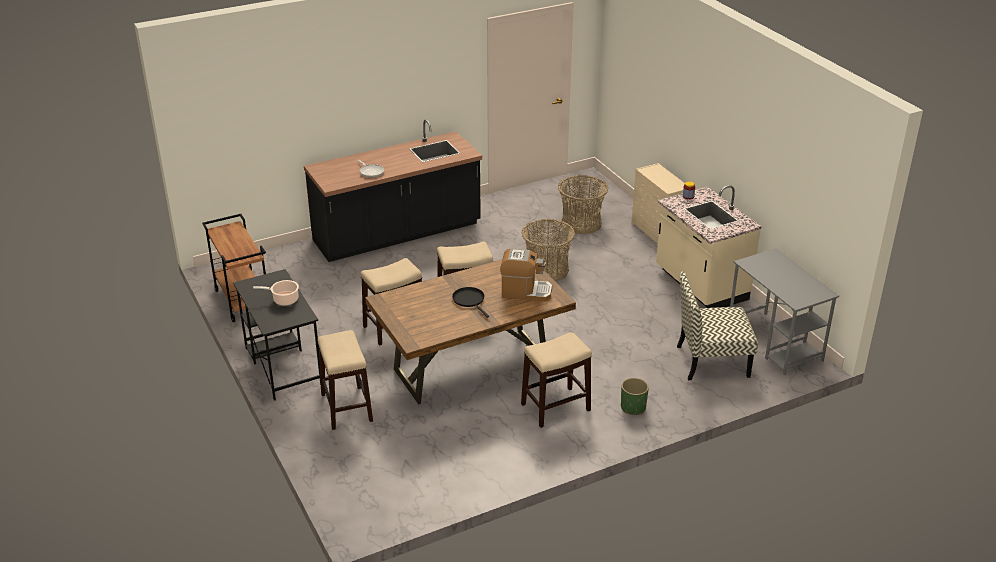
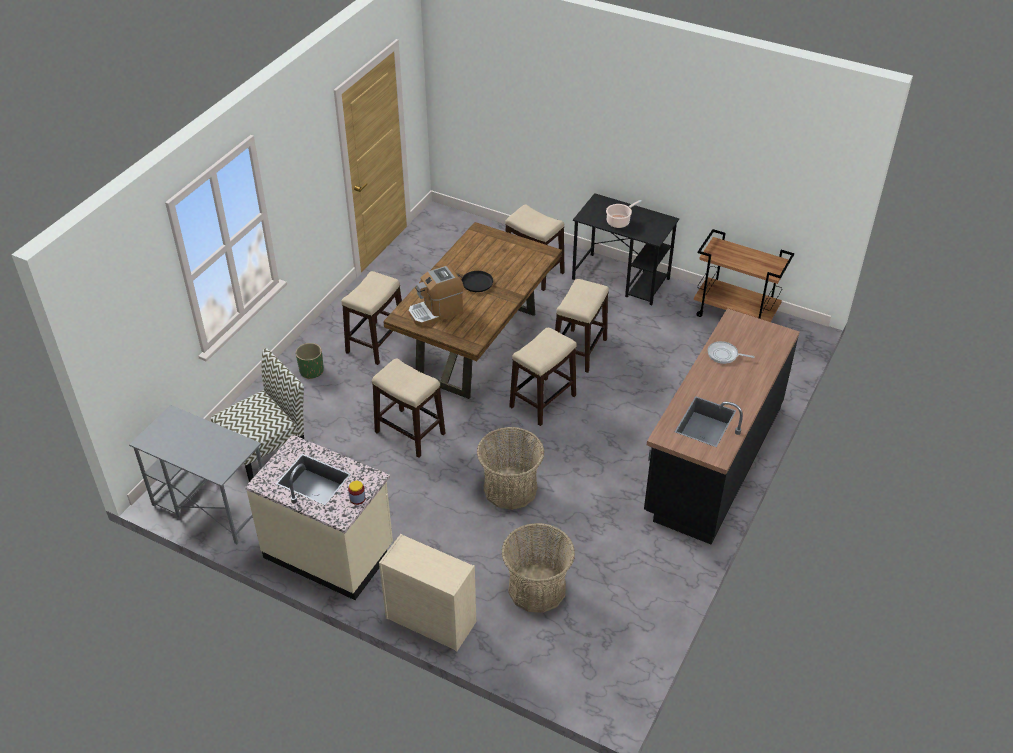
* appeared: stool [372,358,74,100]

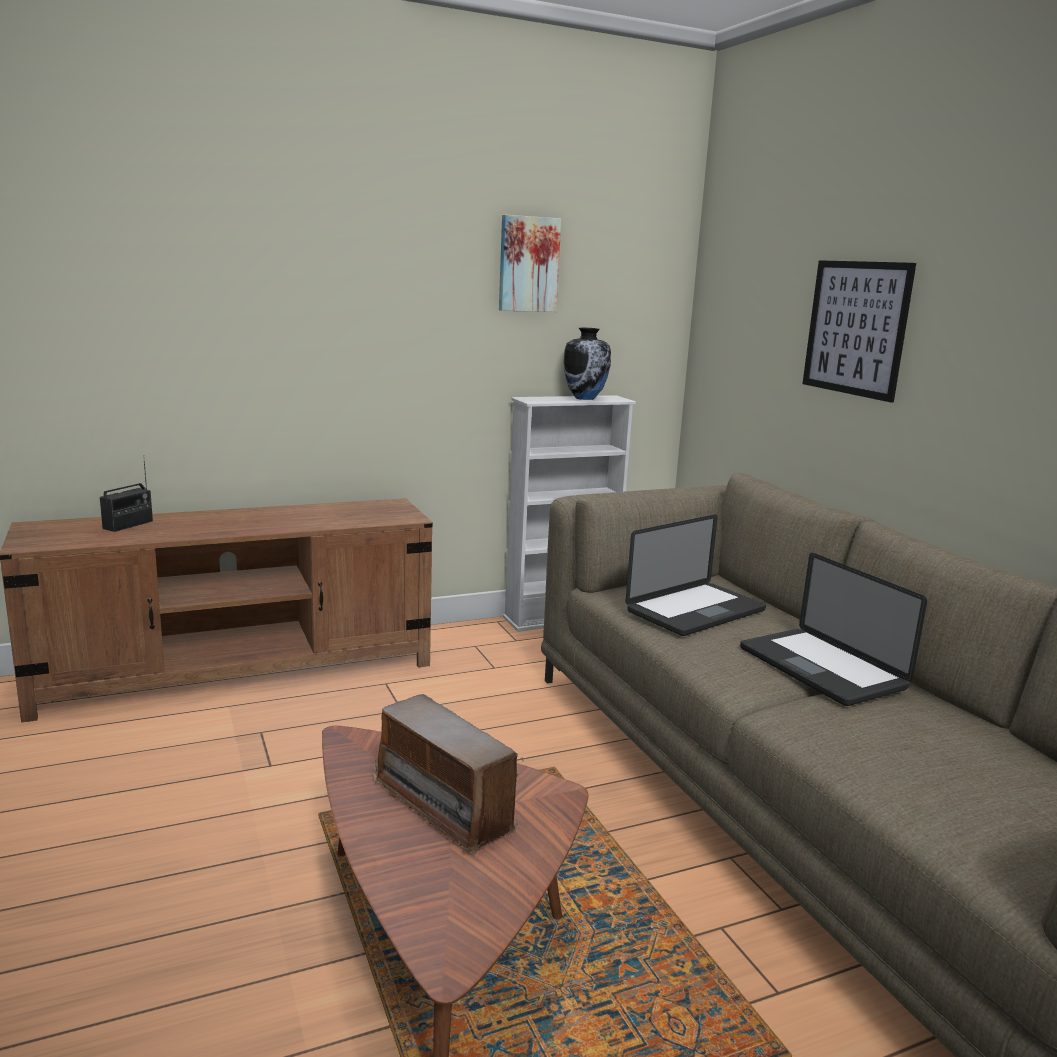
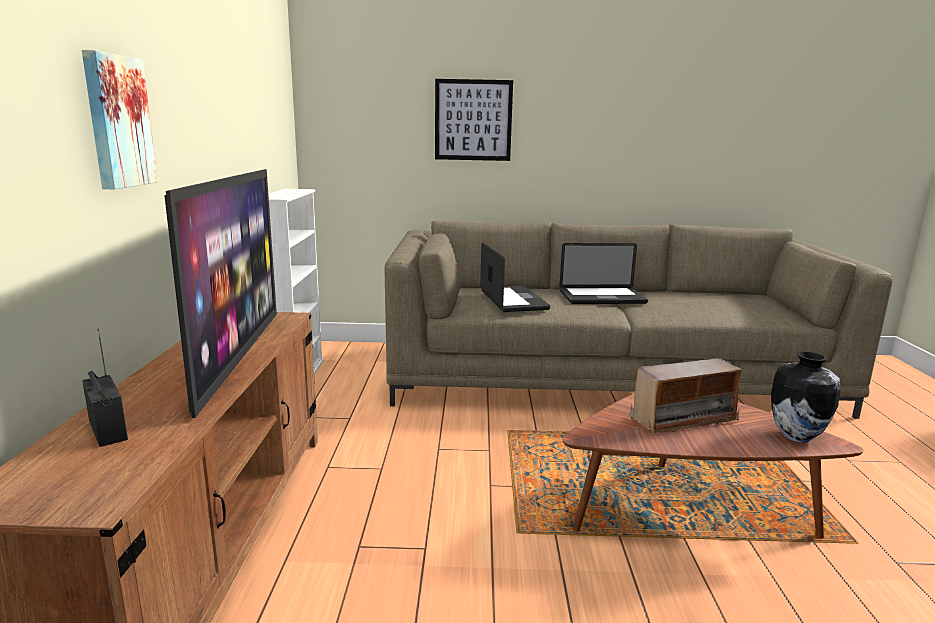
* relocated: picture [499,215,62,97] to [82,50,76,139]
* appeared: television [164,169,113,249]
* relocated: vase [564,328,47,72] to [771,351,70,92]

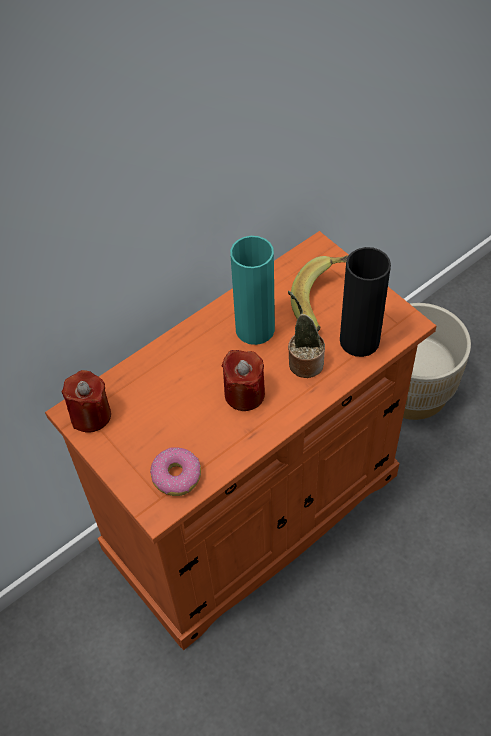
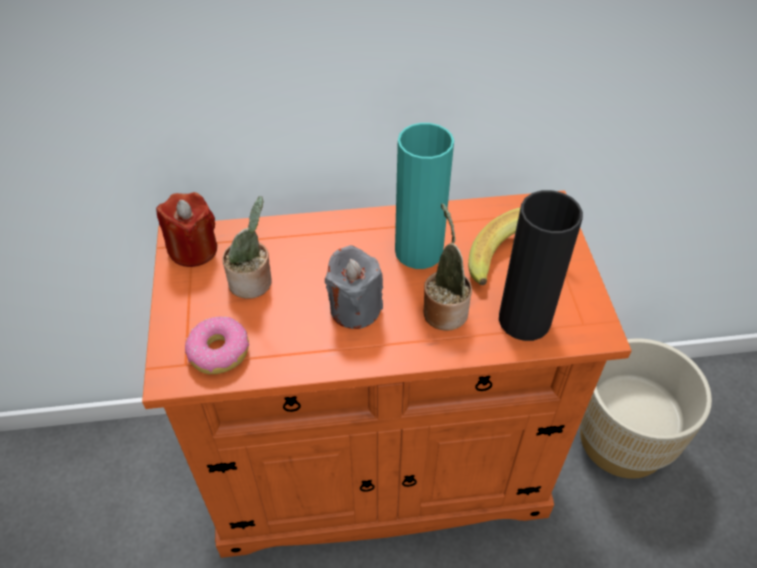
* appeared: potted plant [222,196,50,103]
* colour: red candle [222,350,43,61] to grey candle [325,245,58,84]

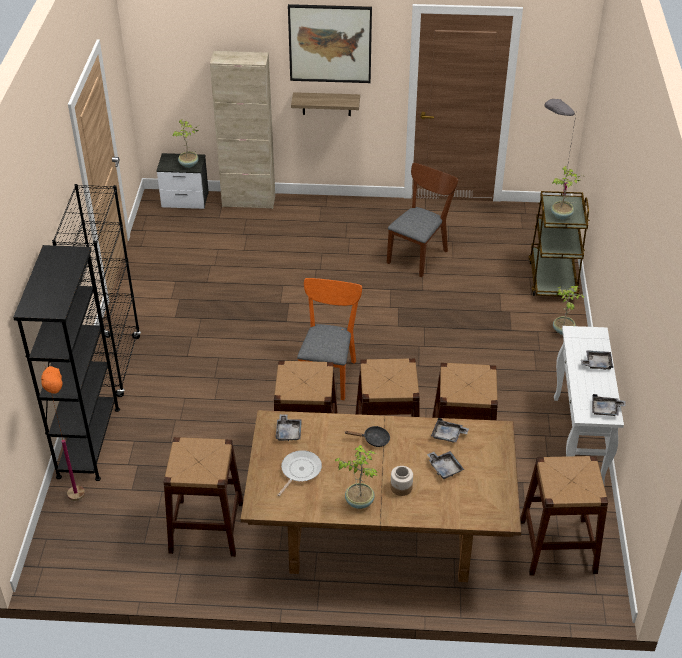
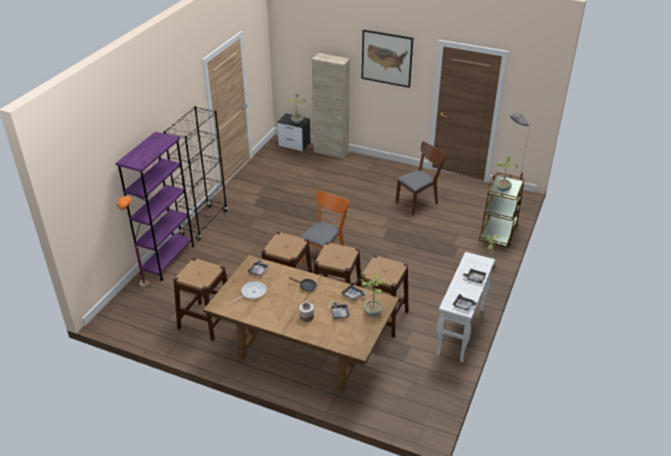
* colour: black bookcase [13,245,107,236] to purple bookcase [116,132,79,149]
* relocated: potted plant [335,445,43,64] to [360,274,26,42]
* missing: shelf [291,92,69,24]
* missing: brown stool [520,456,88,120]

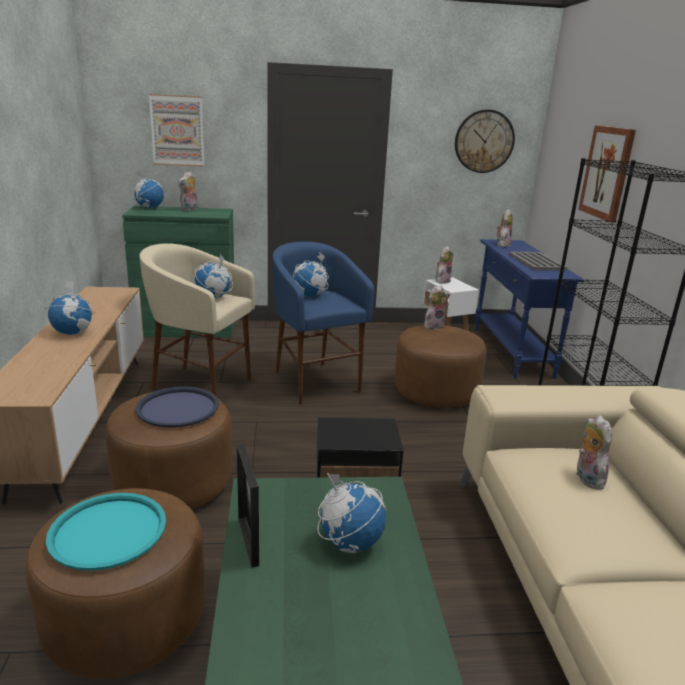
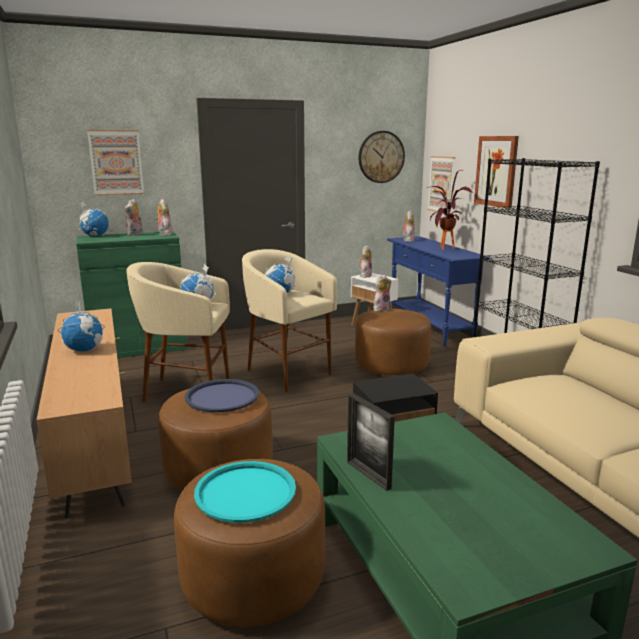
* relocated: plush toy [577,416,35,74] to [155,199,17,37]
* colour: blue stool [273,242,101,163] to beige stool [242,249,95,143]
* exchanged: grey tray [509,252,59,19] to potted plant [426,170,47,80]
* appeared: picture [427,156,28,58]
* missing: globe [317,473,69,80]

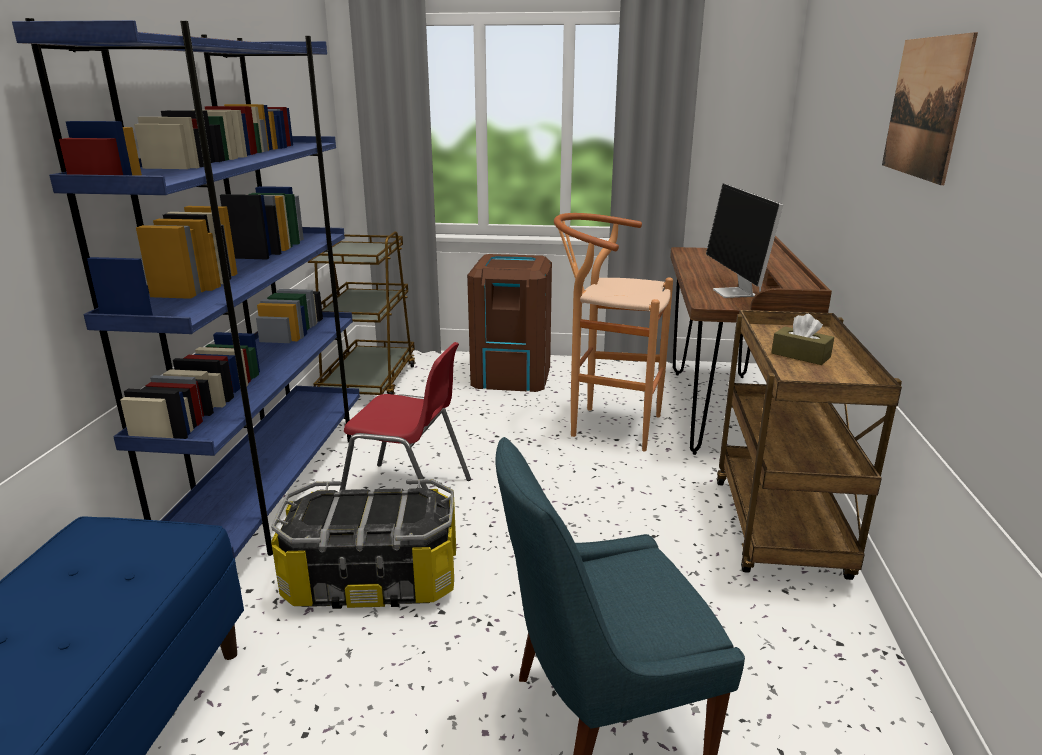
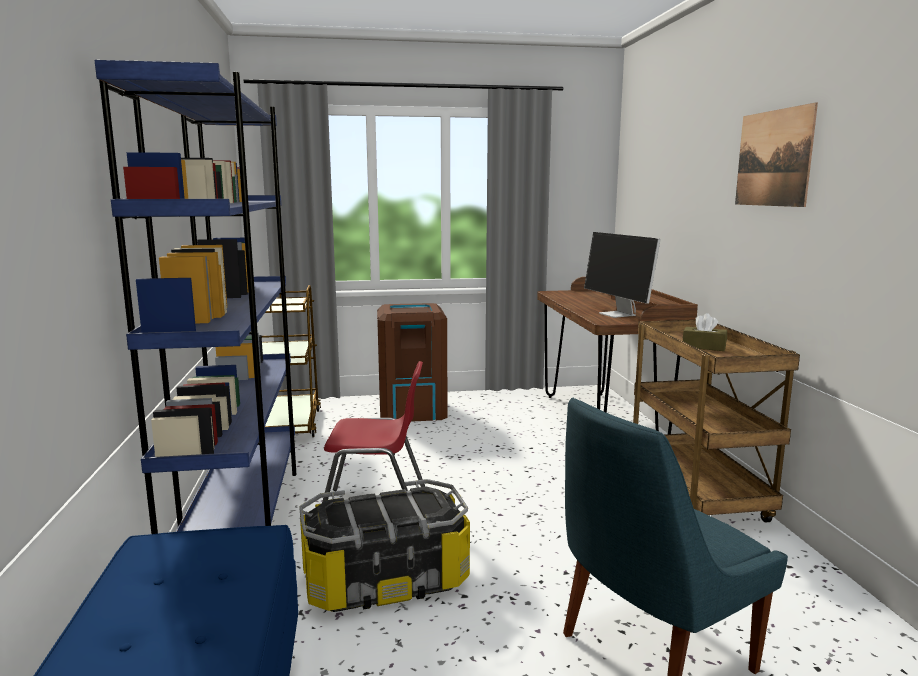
* missing: brown stool [554,213,119,238]

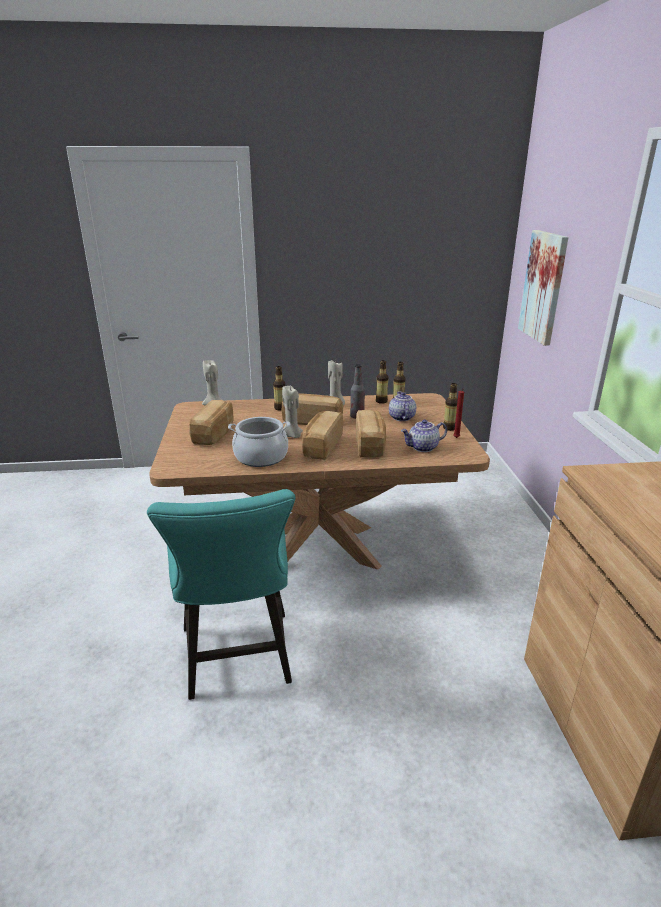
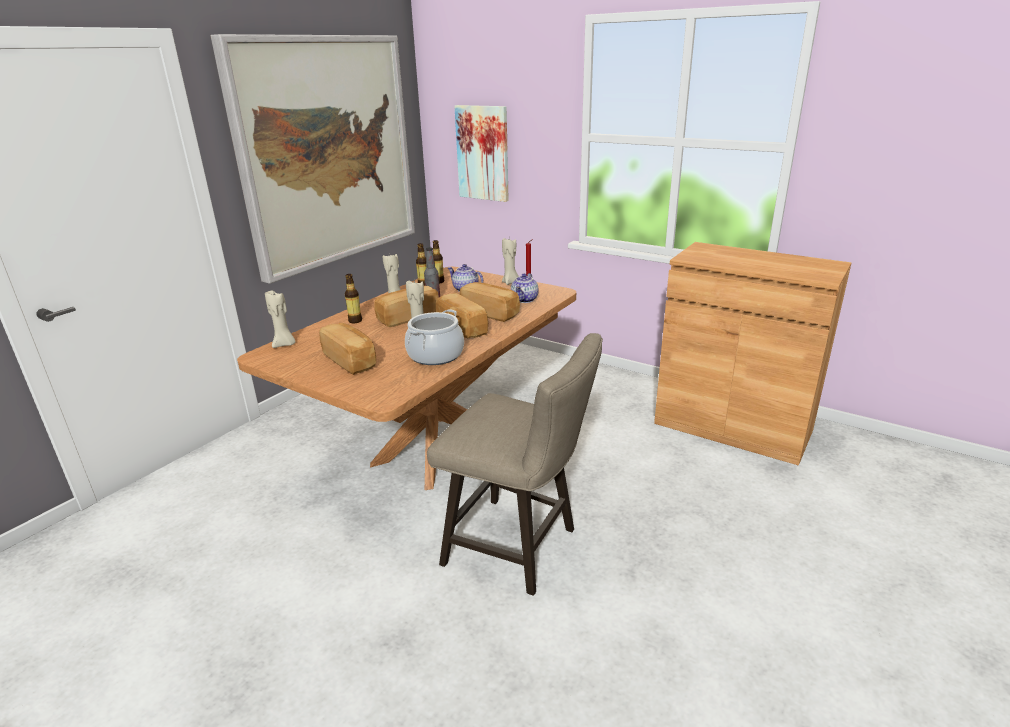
* appeared: picture [211,34,204,250]
* colour: turquoise stool [147,489,149,211] to beige stool [427,333,176,263]
* exchanged: bottle [443,383,15,48] to beige candle [502,238,17,47]

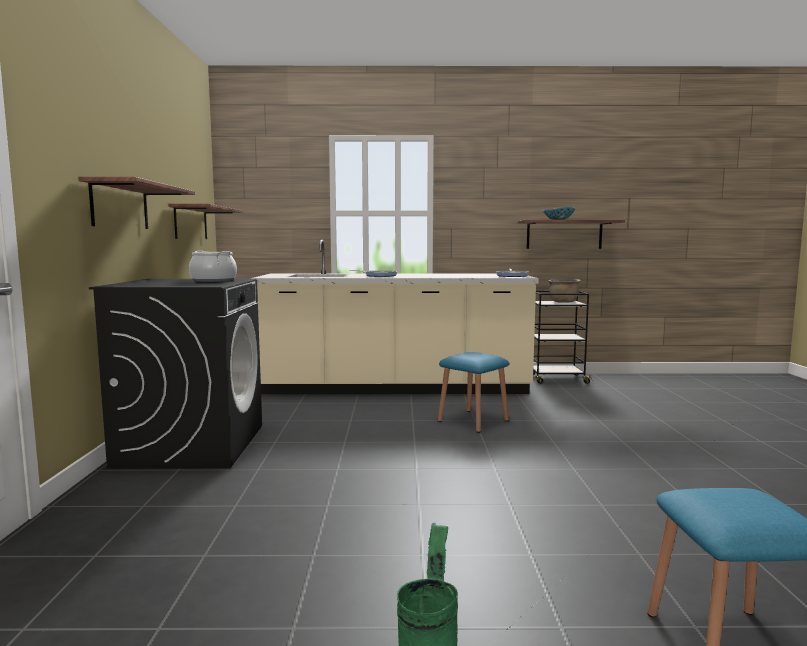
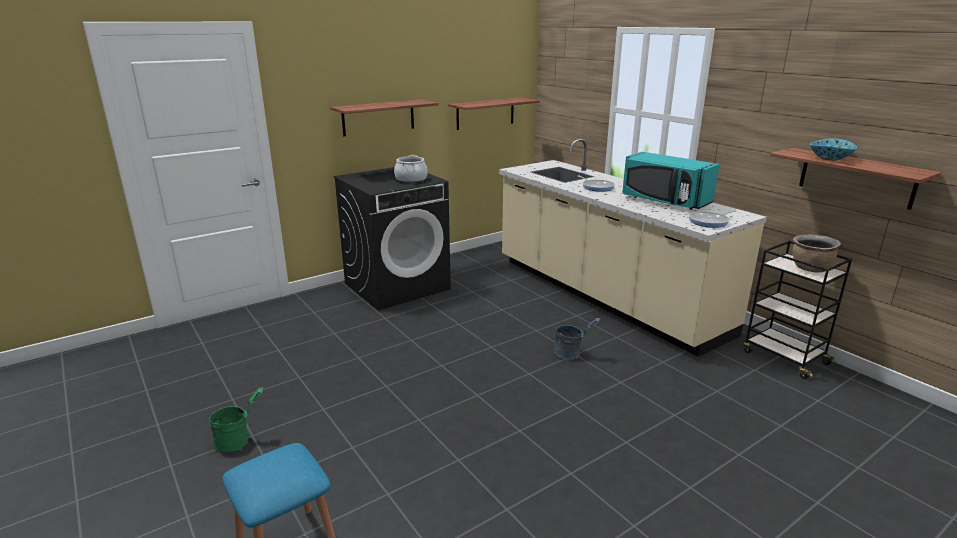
* exchanged: blue stool [438,352,71,81] to grey bucket [555,318,46,42]
* appeared: turquoise microwave [622,152,98,58]

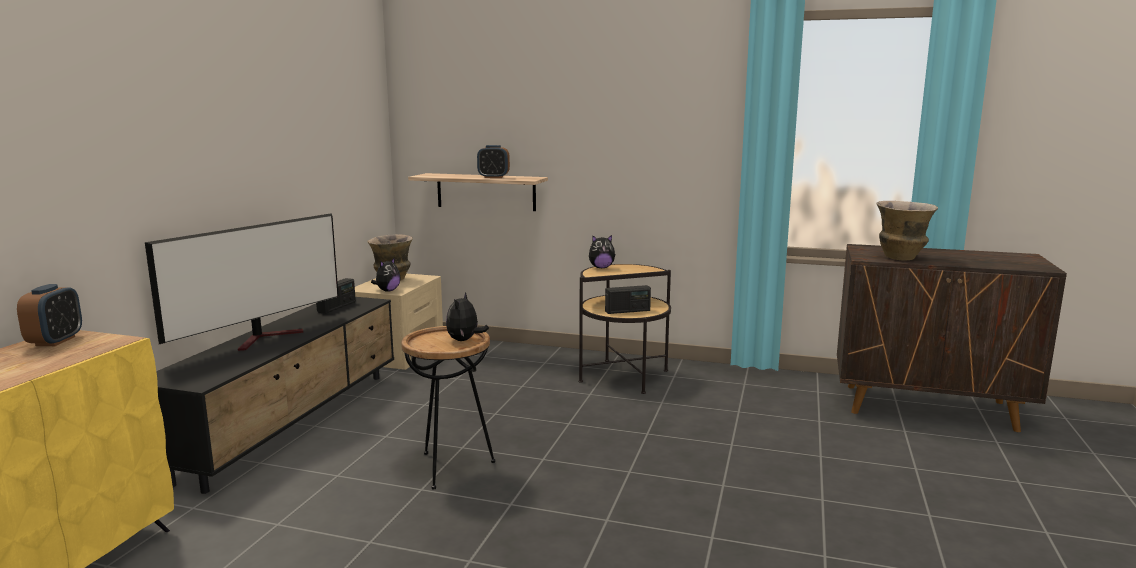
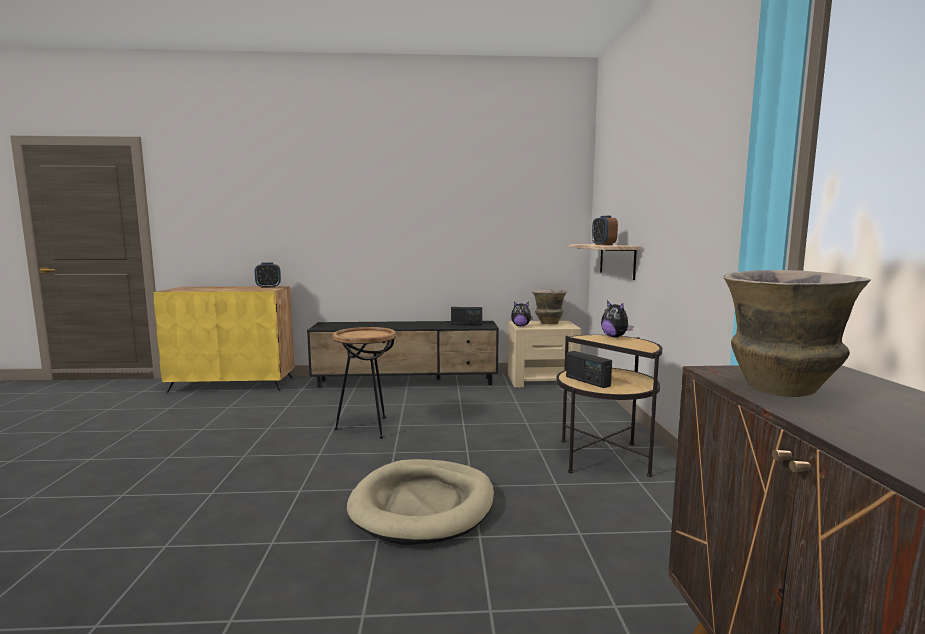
* appeared: beige dog bed [347,459,147,86]
* missing: television [145,213,194,138]
* missing: plush toy [446,292,43,49]

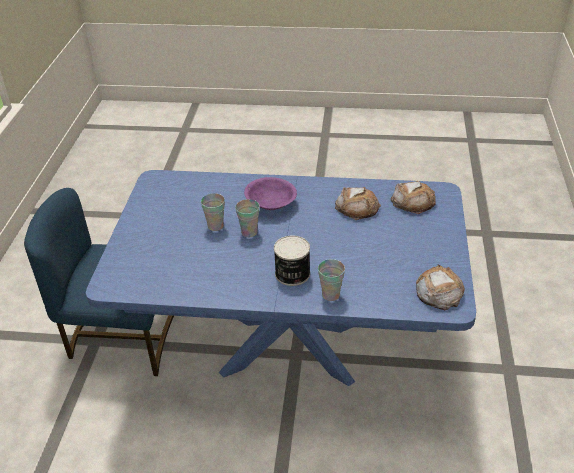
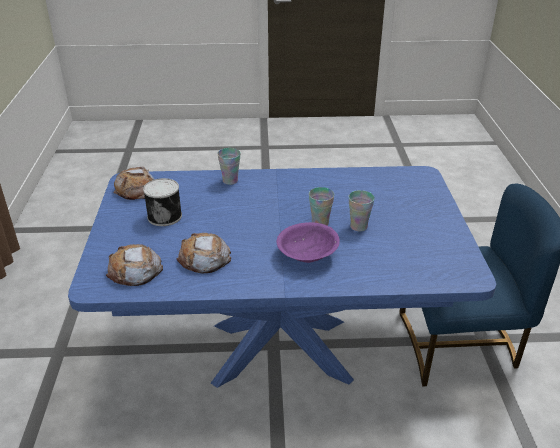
* relocated: can [274,235,36,51] to [143,178,39,48]

